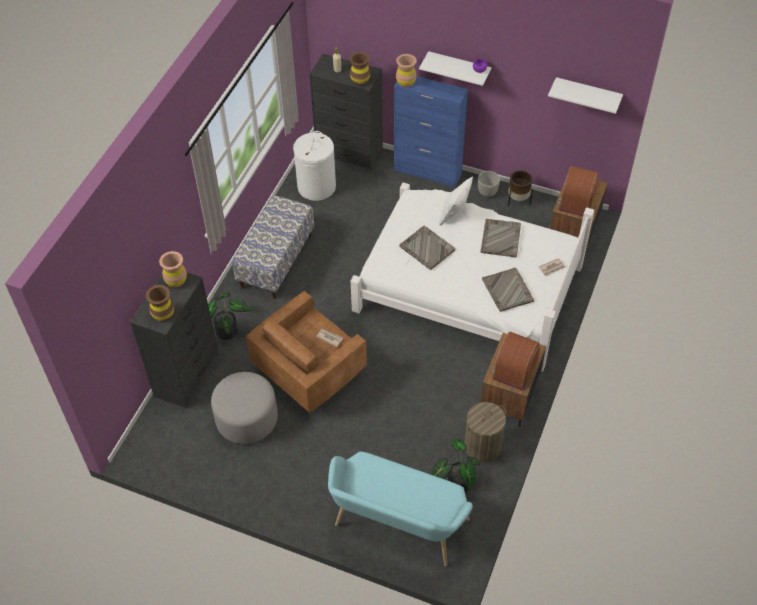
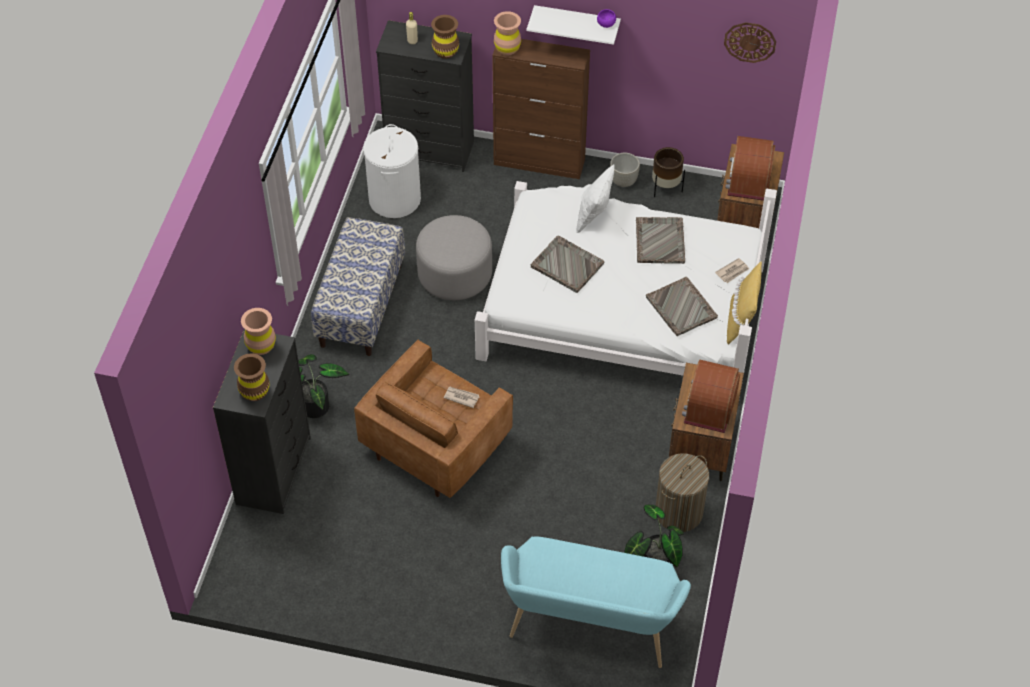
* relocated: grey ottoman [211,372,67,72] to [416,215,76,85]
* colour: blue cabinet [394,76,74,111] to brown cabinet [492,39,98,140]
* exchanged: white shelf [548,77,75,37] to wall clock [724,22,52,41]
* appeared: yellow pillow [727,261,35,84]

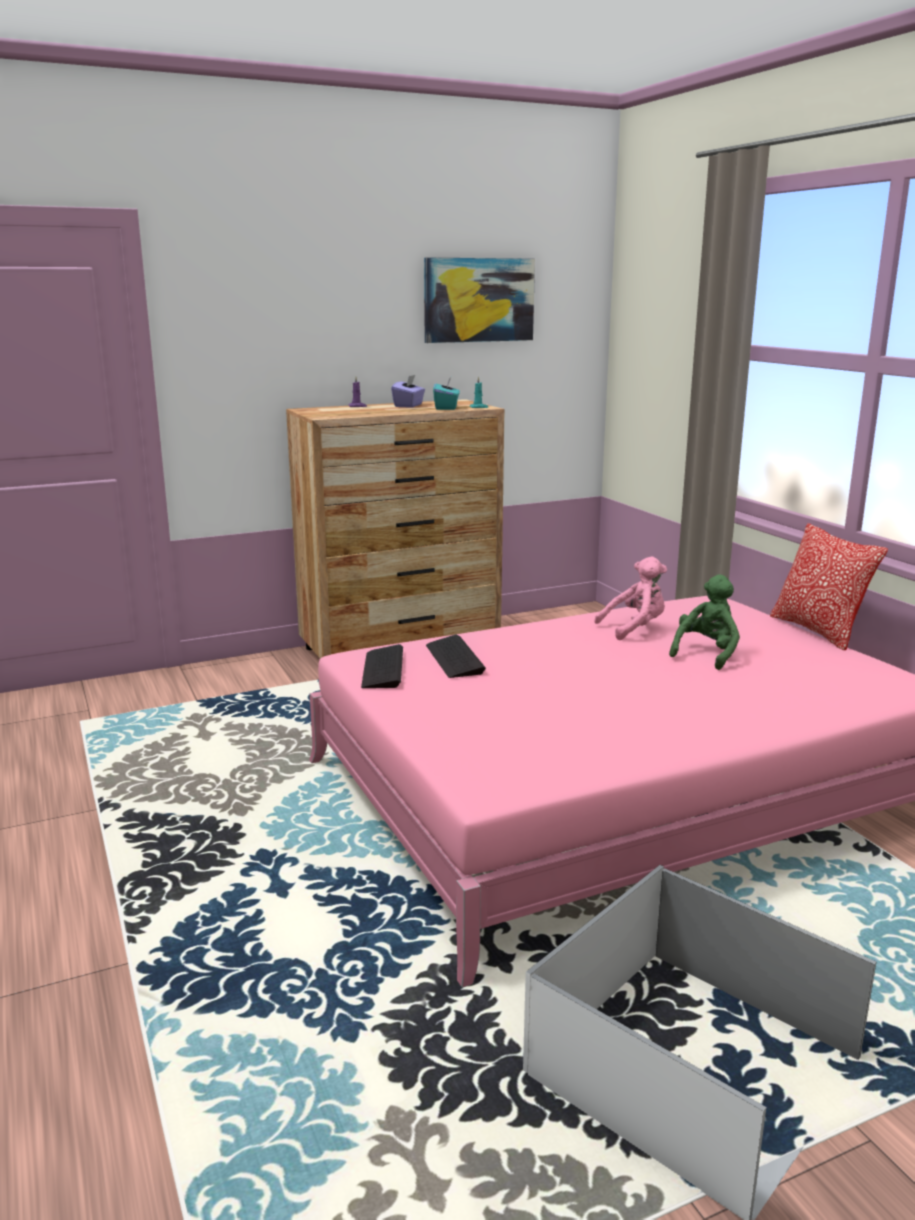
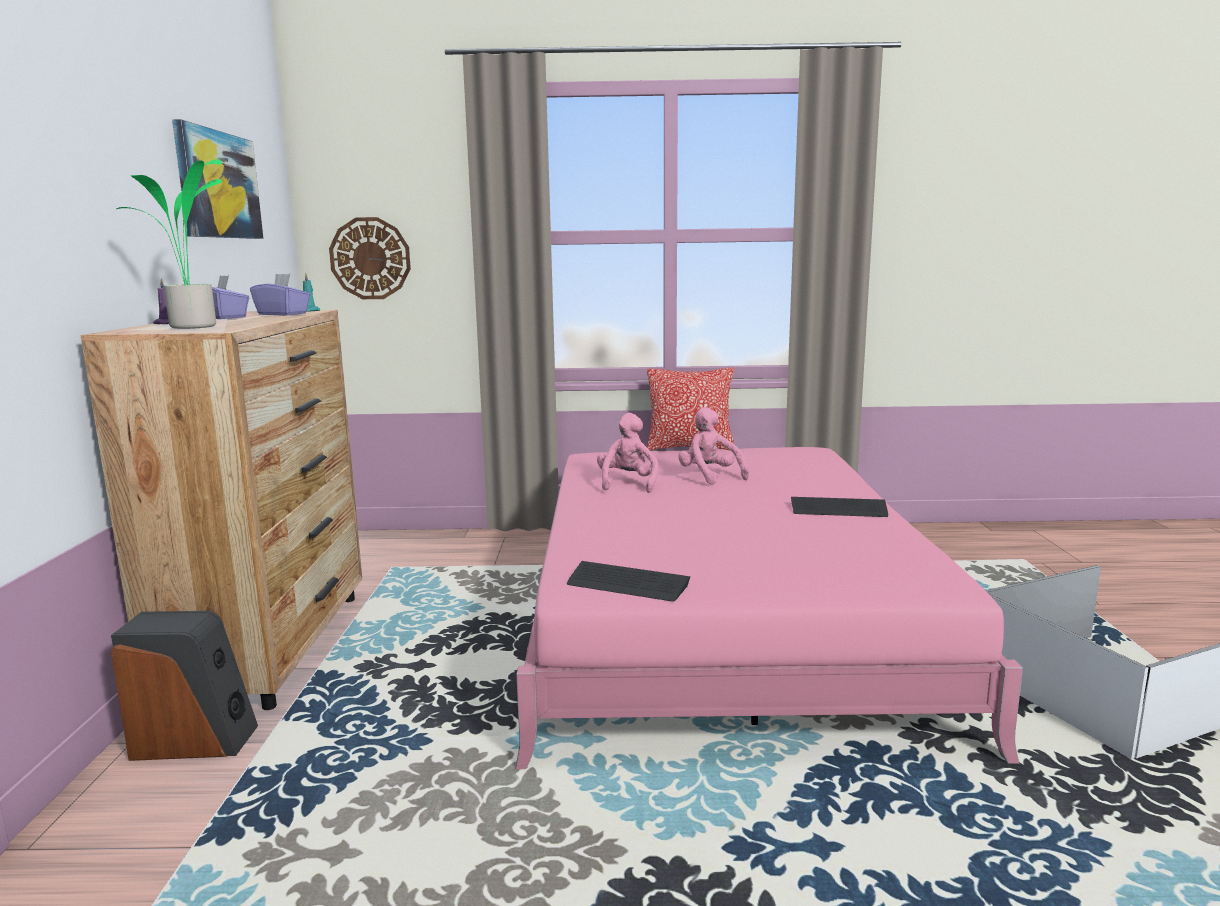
* appeared: speaker [111,611,147,150]
* appeared: potted plant [116,159,106,170]
* colour: turquoise tissue box [433,376,27,34] to purple tissue box [250,273,61,43]
* appeared: wall clock [329,217,82,82]
* colour: green plush toy [669,574,71,96] to pink plush toy [678,407,71,78]
* relocated: keyboard [426,634,60,44] to [791,497,97,20]

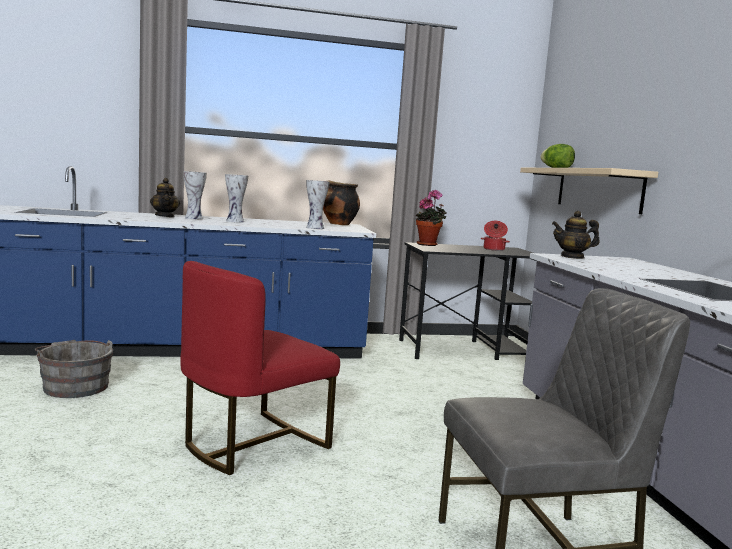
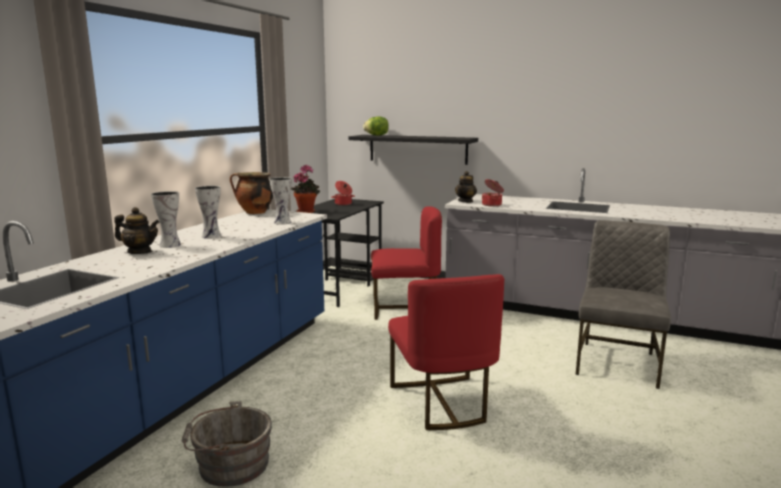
* colour: beige shelf [520,168,138,46] to black shelf [349,135,129,30]
* appeared: red chair [371,206,71,114]
* appeared: cooking pot [482,179,22,27]

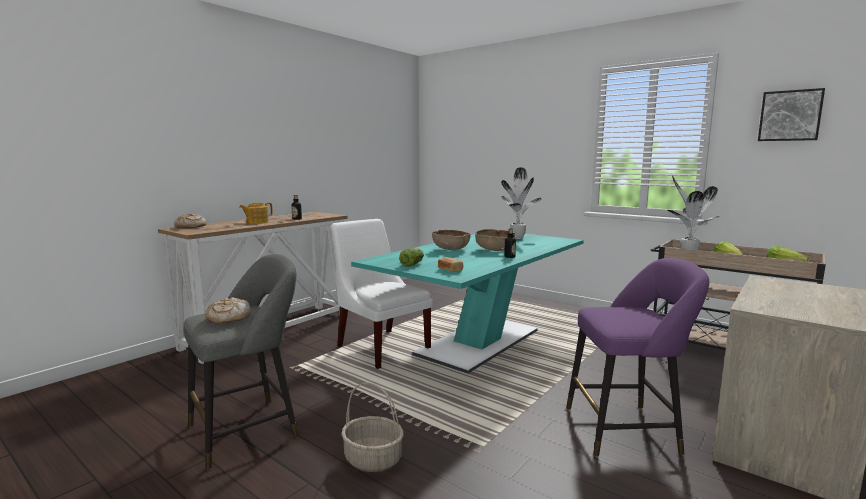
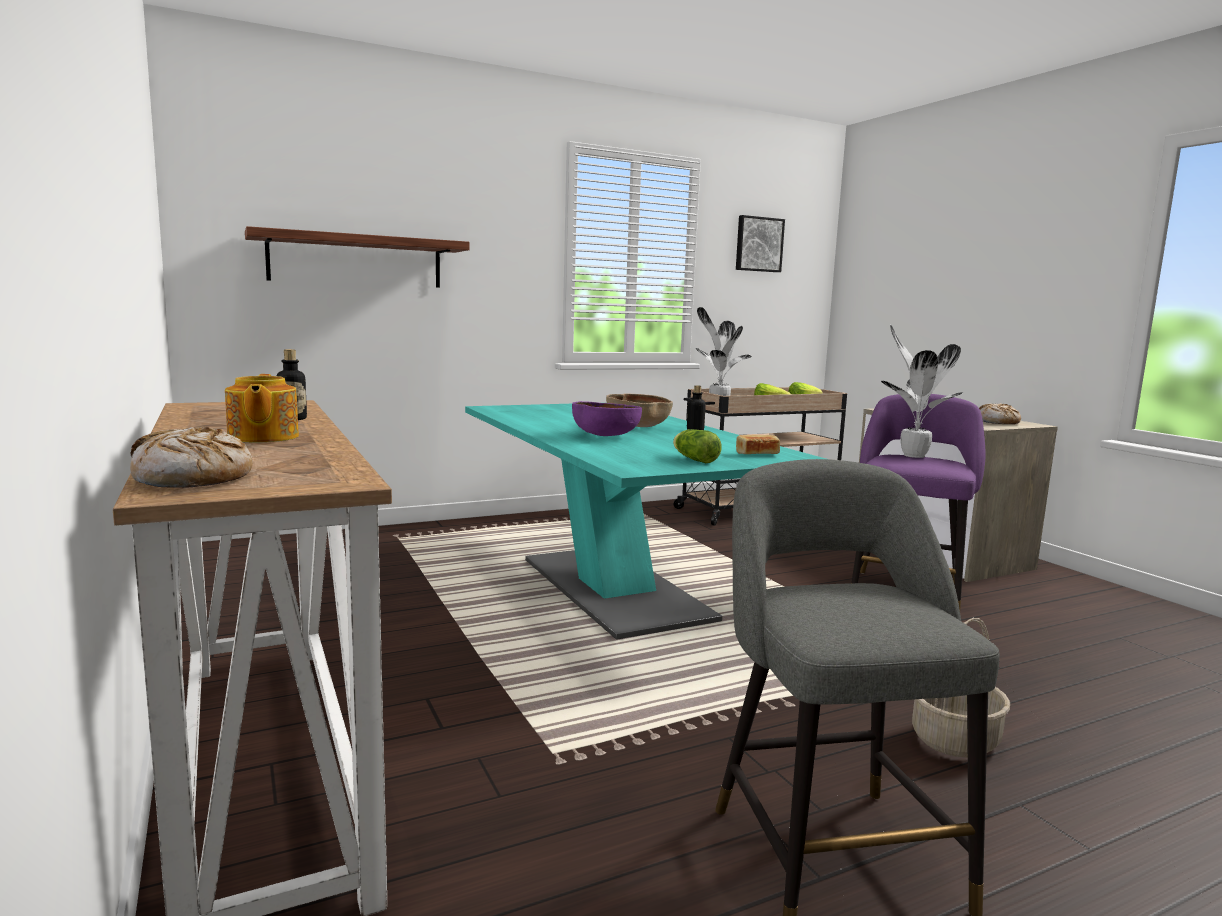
* appeared: shelf [245,226,225,62]
* colour: brown bowl [432,230,39,20] to purple bowl [572,401,70,35]
* relocated: potted plant [501,167,41,72] to [881,325,82,133]
* relocated: bread [205,297,46,26] to [979,403,42,21]
* missing: white chair [331,219,101,150]

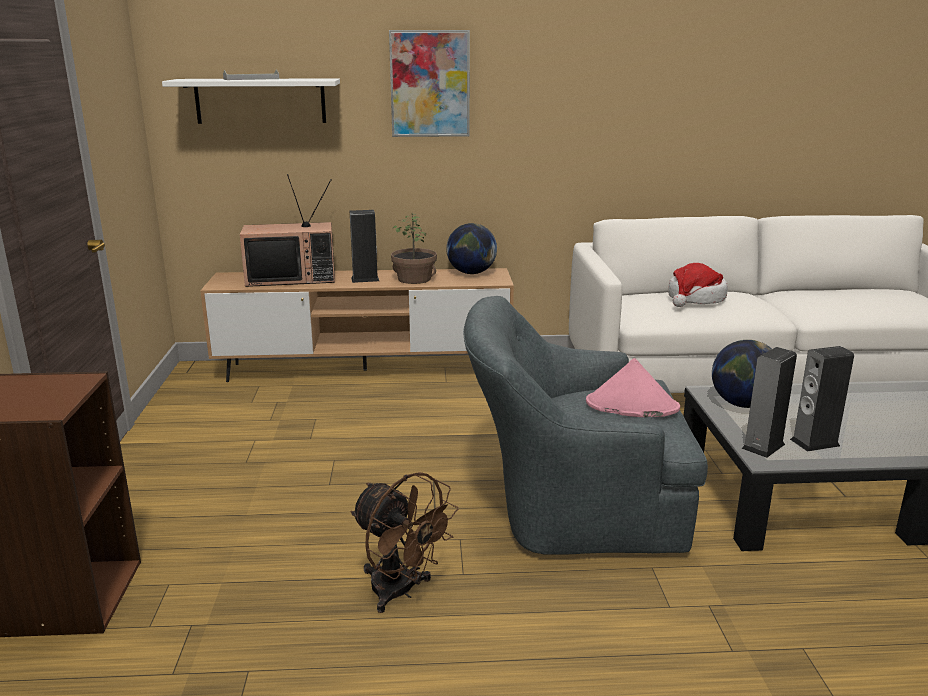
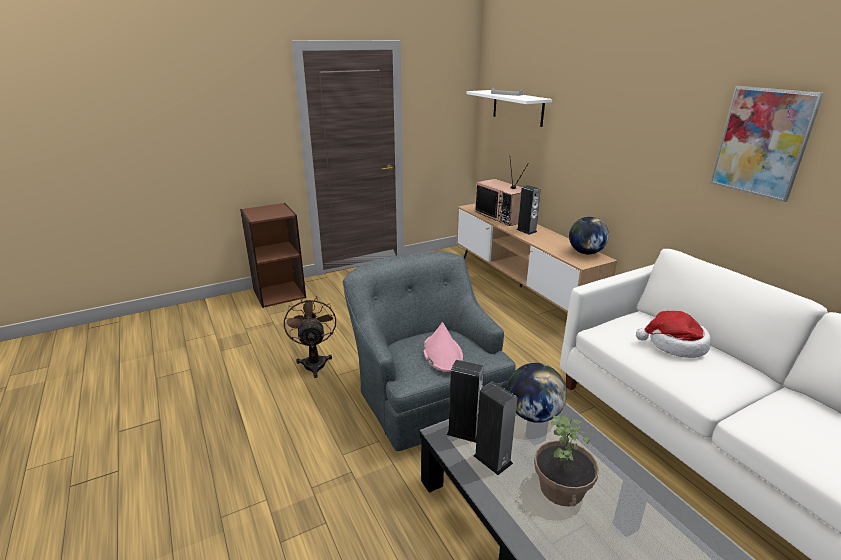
* spun: brown fan [350,472,108,141] = [284,297,52,81] 150 degrees clockwise
* relocated: potted plant [391,212,46,72] to [534,415,65,91]
* relocated: picture [389,30,81,107] to [711,86,113,116]

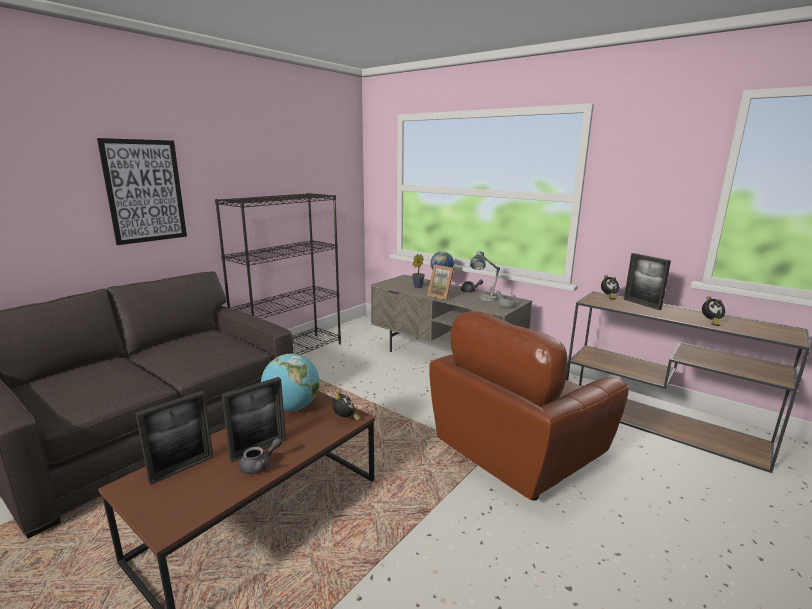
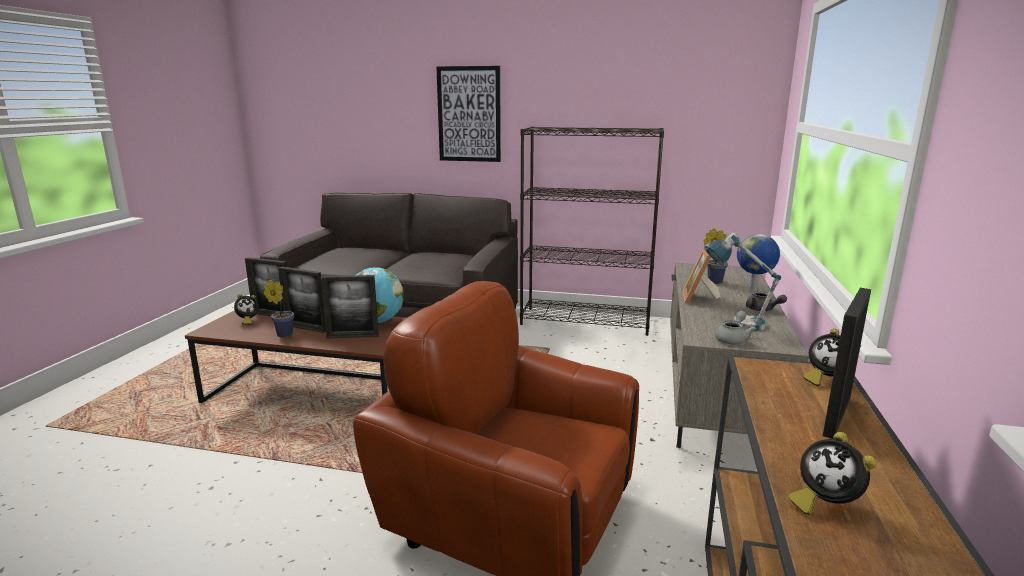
* relocated: alarm clock [332,392,28,29] to [234,294,25,31]
* exchanged: grey teapot [239,438,43,37] to potted plant [264,280,30,57]
* appeared: picture frame [321,275,58,63]

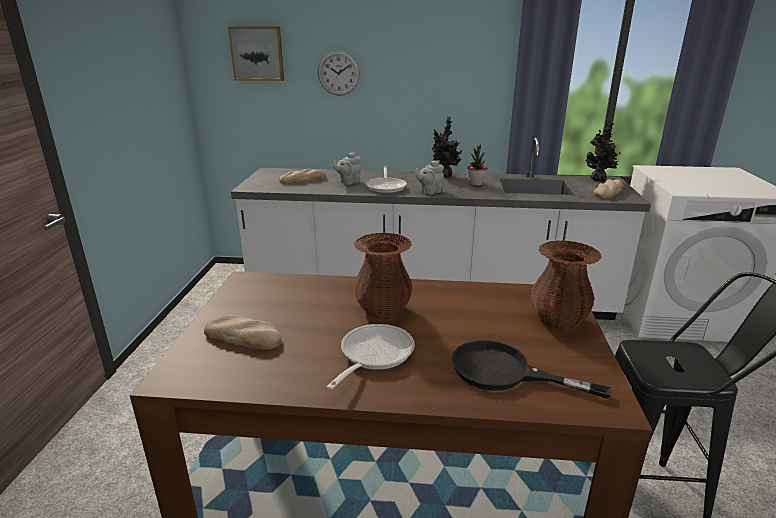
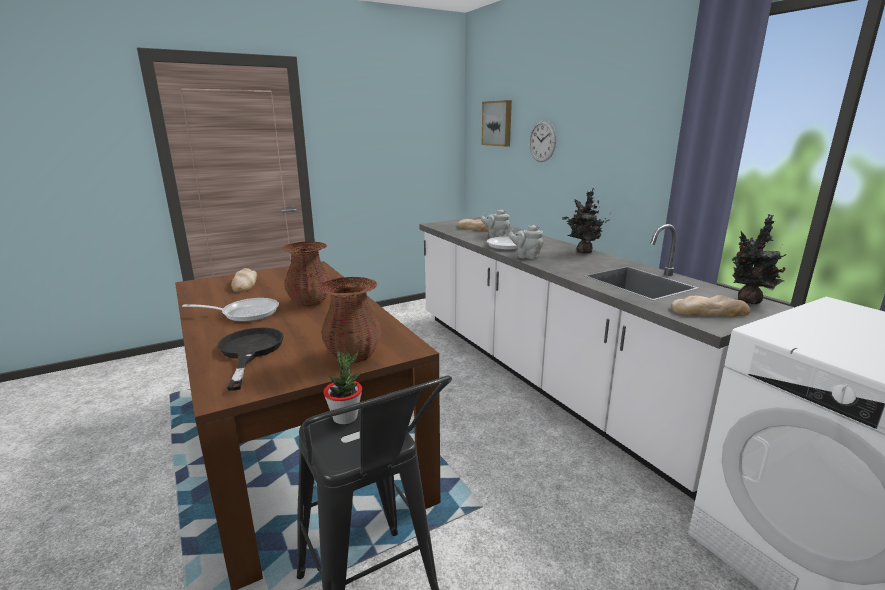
* relocated: potted plant [467,144,20,42] to [323,350,39,74]

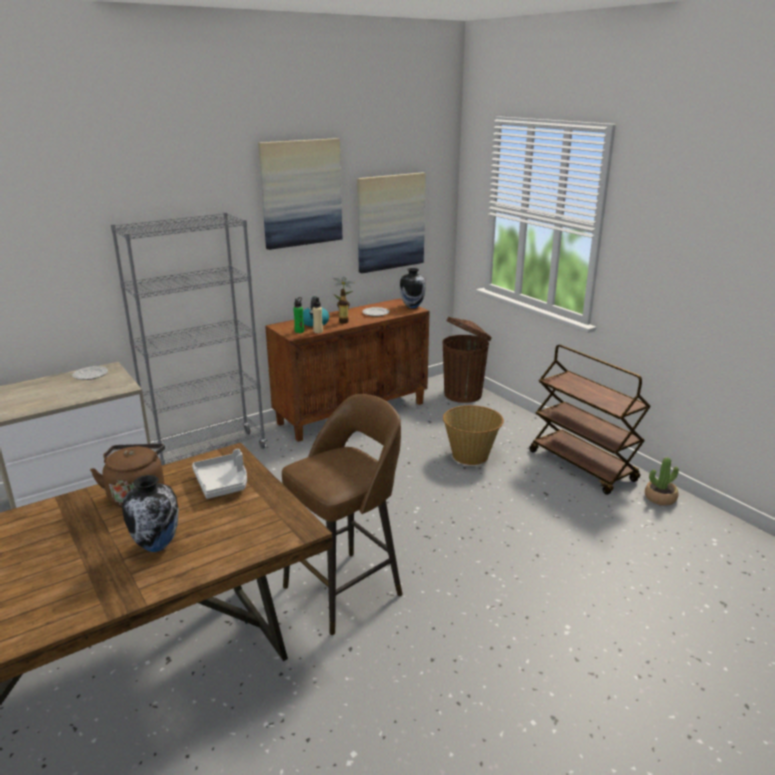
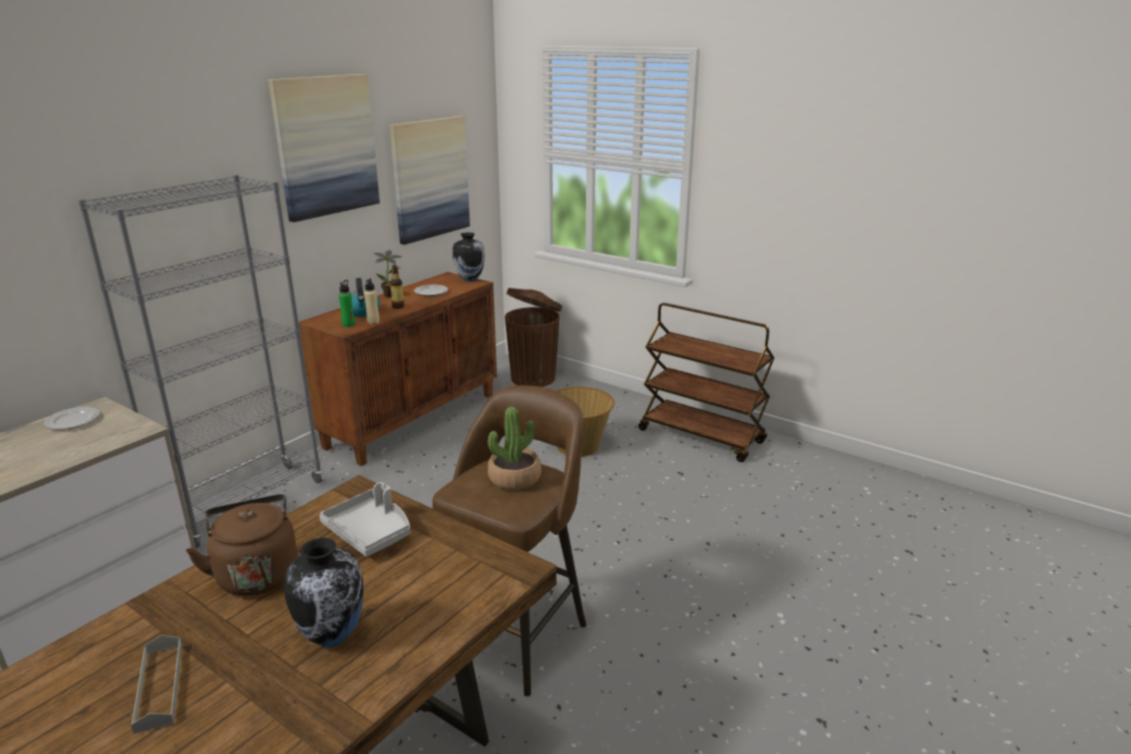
* appeared: grey tray [131,635,51,99]
* relocated: potted plant [645,457,34,48] to [488,407,53,83]

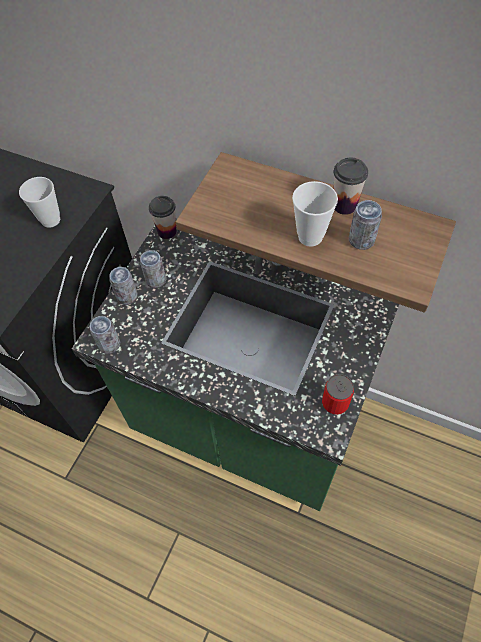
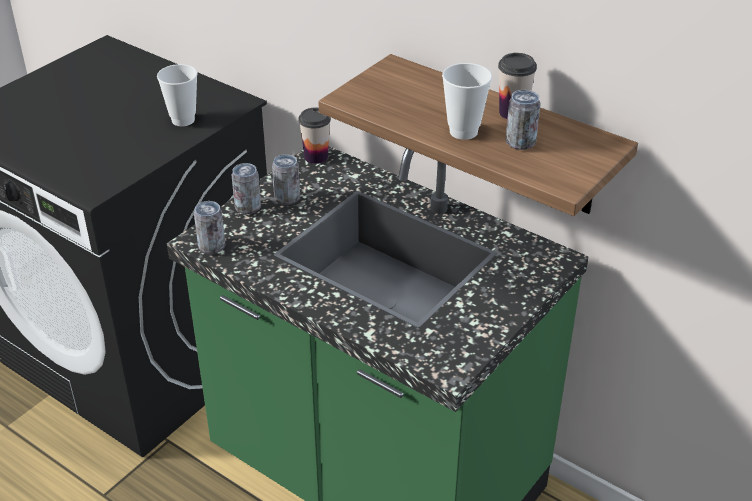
* missing: can [322,374,32,41]

